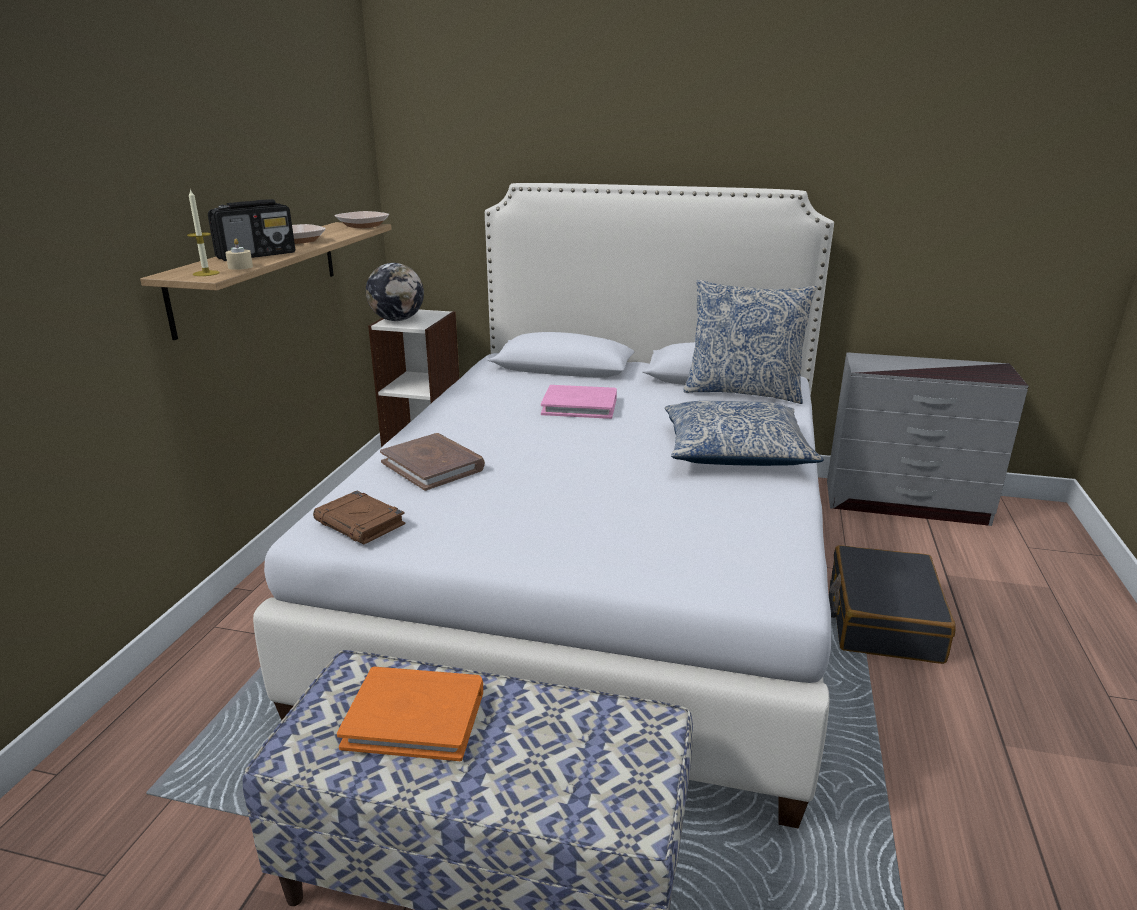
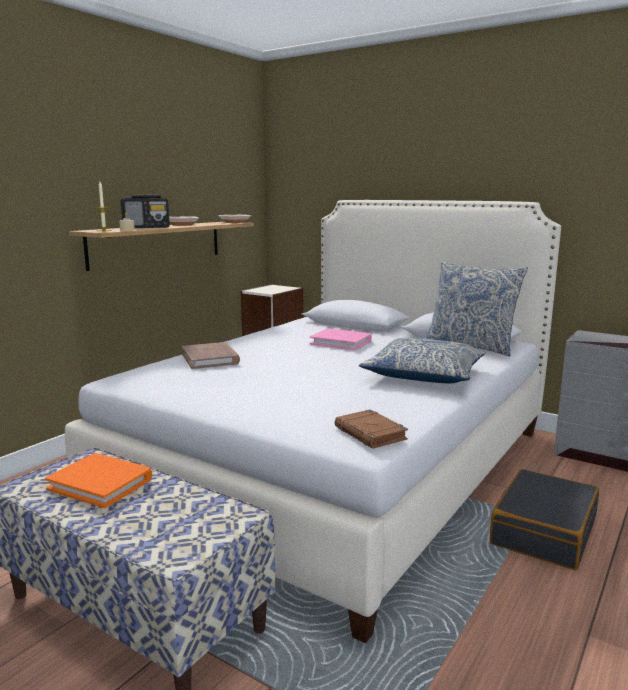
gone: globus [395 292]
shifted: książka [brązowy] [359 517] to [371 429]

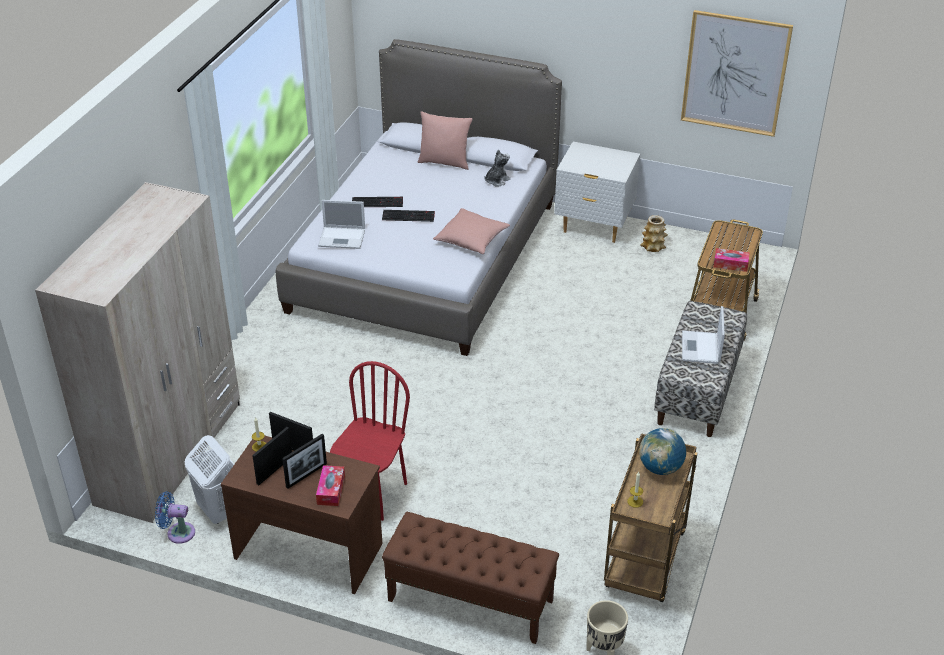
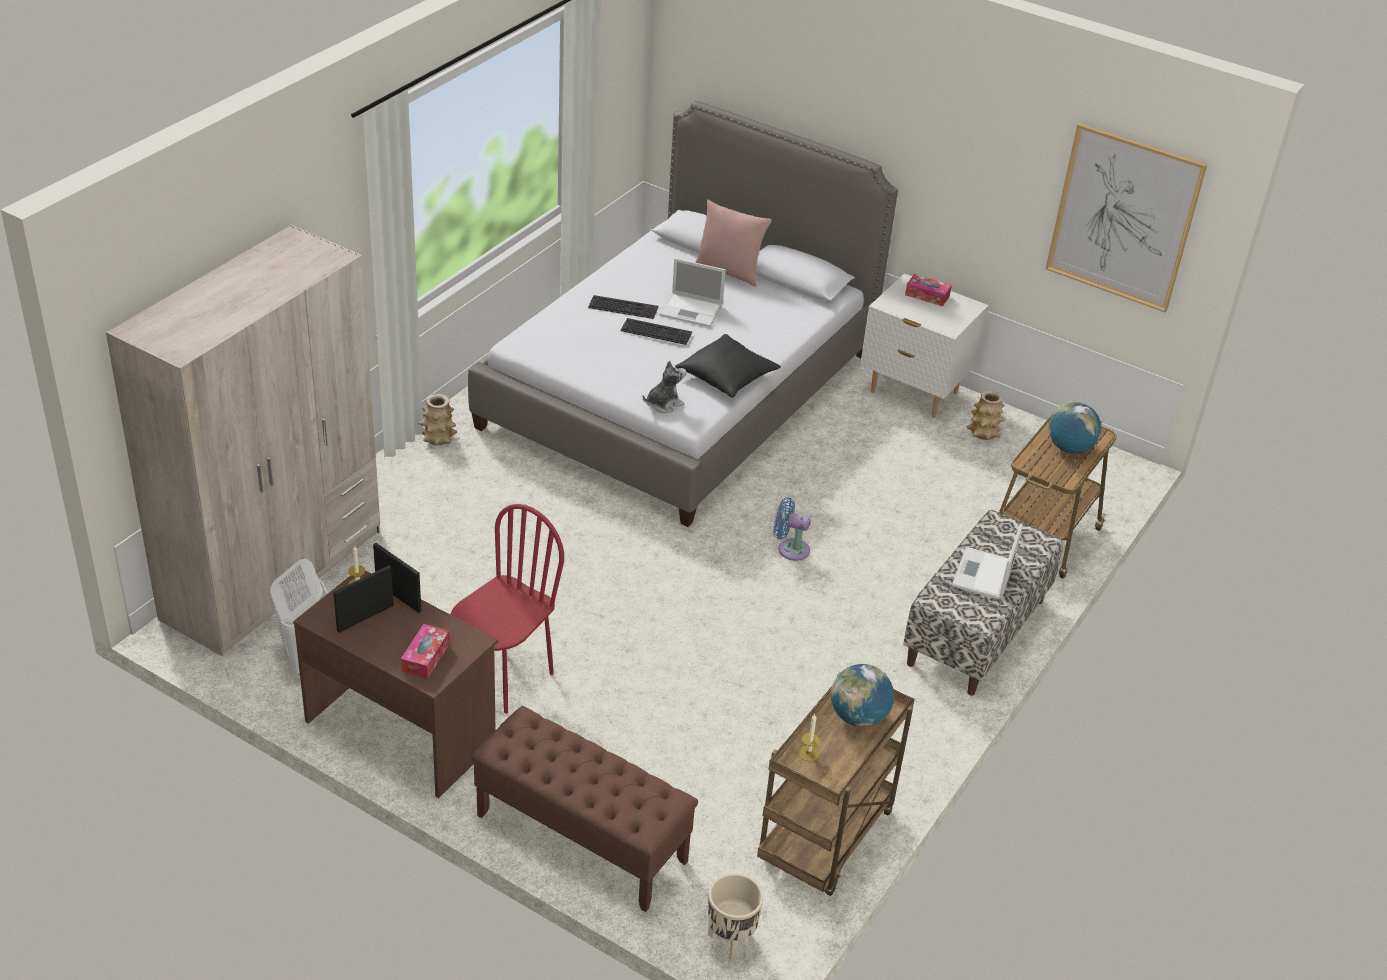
gone: ramka na zdjęcie [304 461]
new: wazon [437 420]; globus [1075 428]
shifted: pluszak [497 168] to [664 386]; laptop [341 224] to [692 292]; pudełko chusteczek [731 260] to [928 290]; wentylator [niebieski] [175 517] to [792 529]
repainted: poduszka [różowy] [471 231] to poduszka [czarny] [728 366]

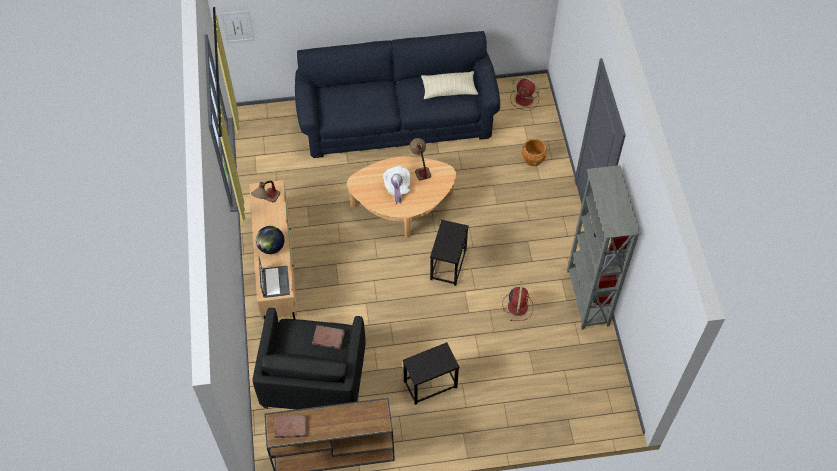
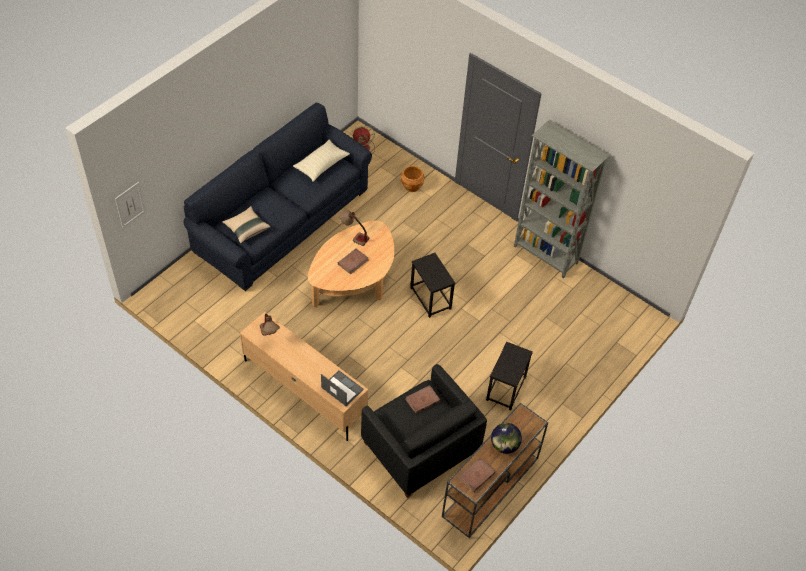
gone: wentylator [czerwony] [517 301]
new: poduszka [beżowy] [246 224]
shifted: globus [270 240] to [506 438]
swapped: kapelusz [biały] [396 184] to książka [brązowy] [353 261]

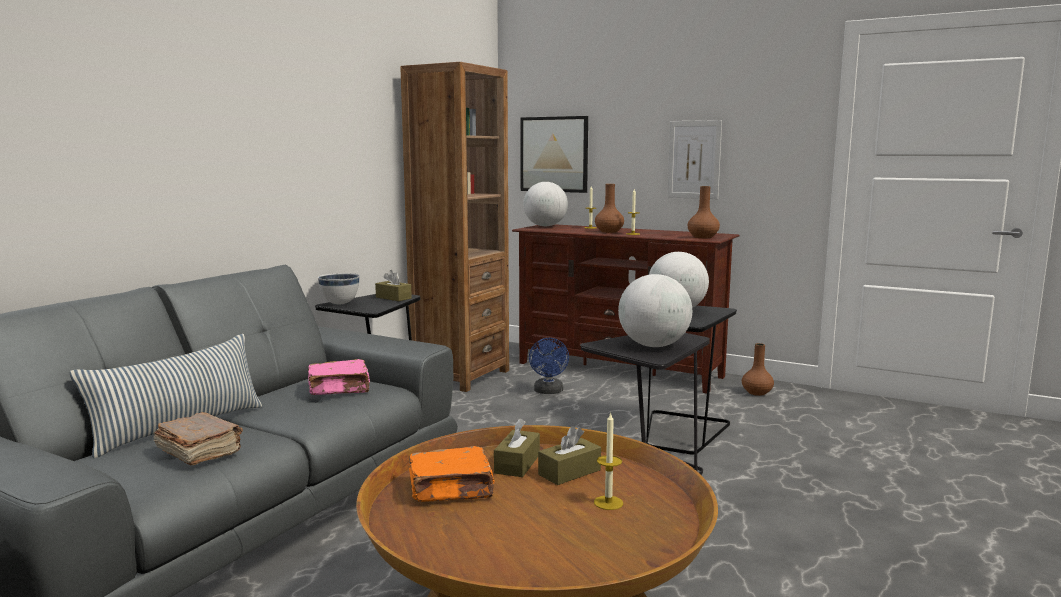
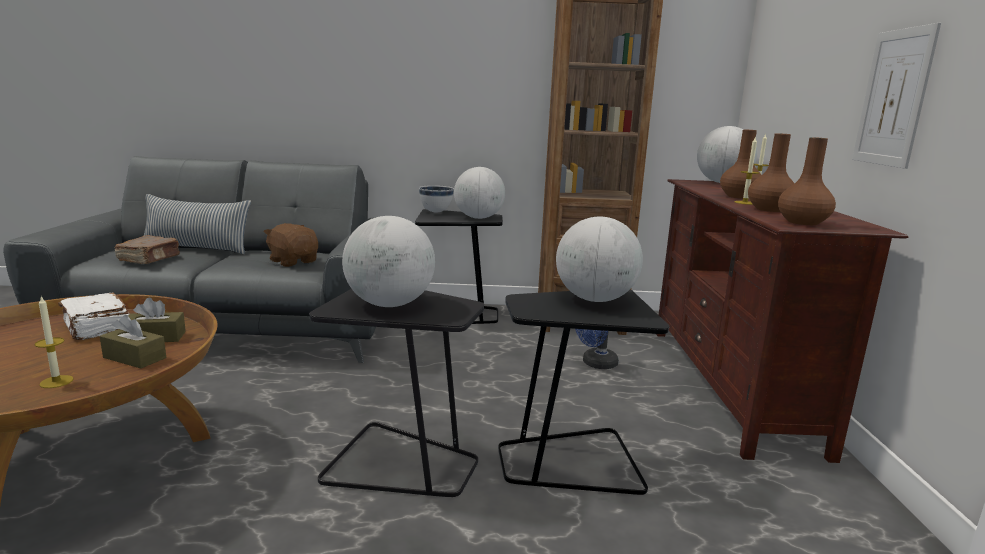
gone: obraz [554 154]
shifted: wazon [brązowy] [758 369] to [771 172]
swapped: pudełko chusteczek [brązowy] [393 285] to globus [479 193]; książka [różowy] [339 377] to pluszak [brązowy] [290 245]
repainted: książka [pomarańczowy] [452 474] to książka [biały] [93 316]

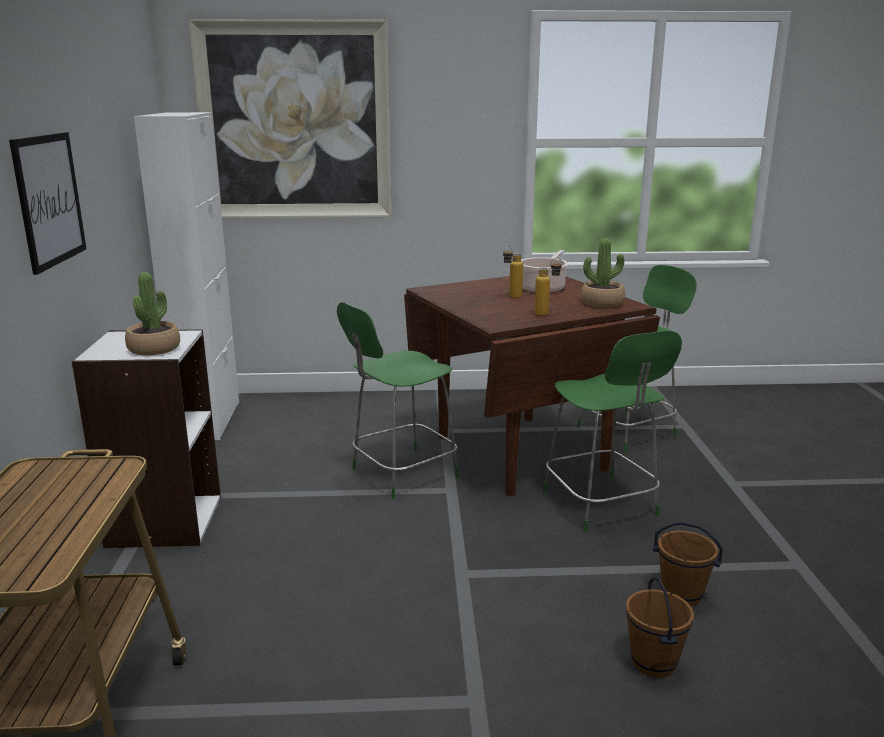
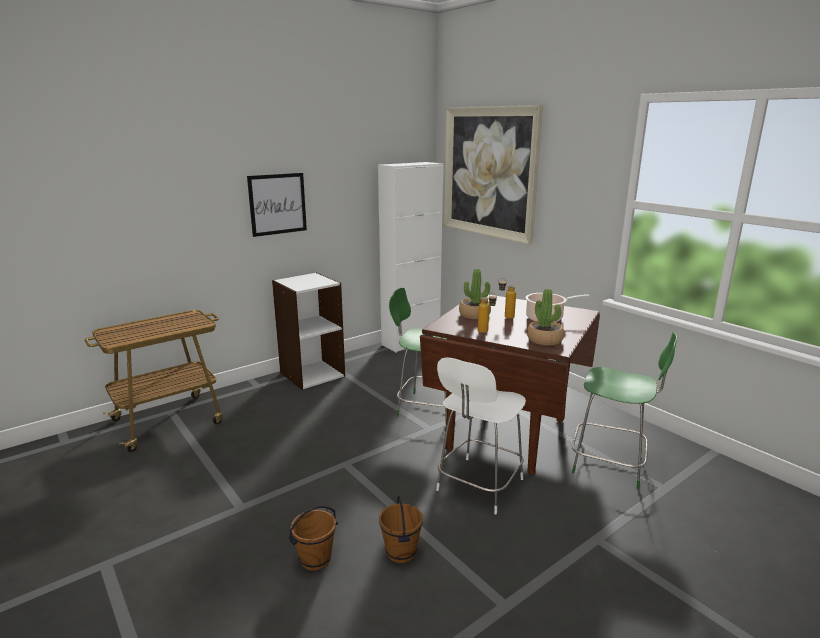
shifted: roślina doniczkowa [152 313] to [475 294]
repainted: krzesło [zielony] [612 431] to krzesło [biały] [481 436]

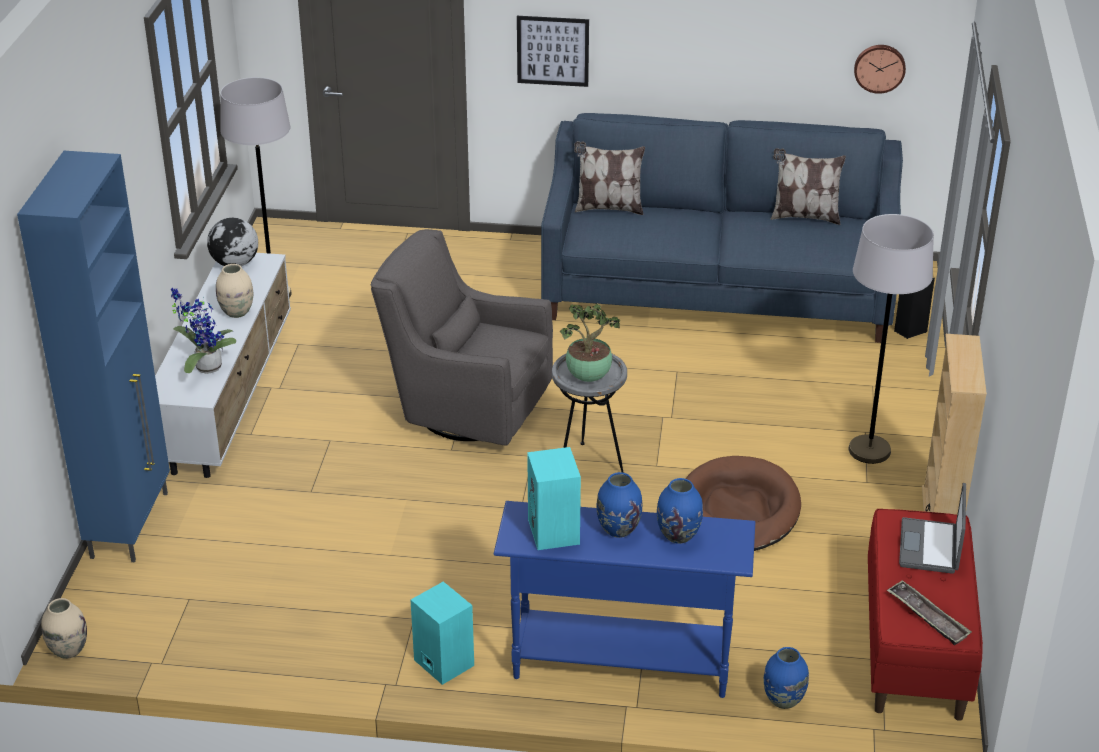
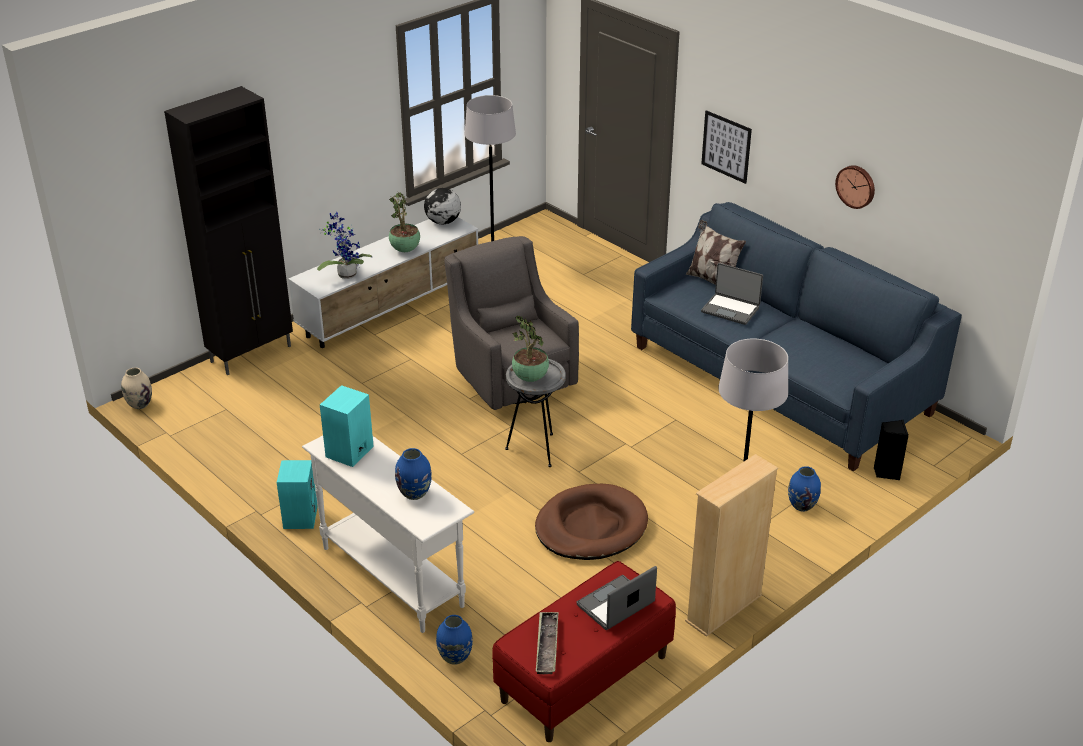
gone: poduszka [808 186]
new: laptop [732 294]
shifted: zegar ścienny [880 69] to [855 187]; wazon [niebieski] [619 505] to [804 489]
swapped: wazon [beżowy] [234 291] to roślina doniczkowa [404 221]
repainted: szafka [niebieski] [93 356] to szafka [czarny] [228 230]; stolik konsolowy [niebieski] [624 599] to stolik konsolowy [biały] [388 534]

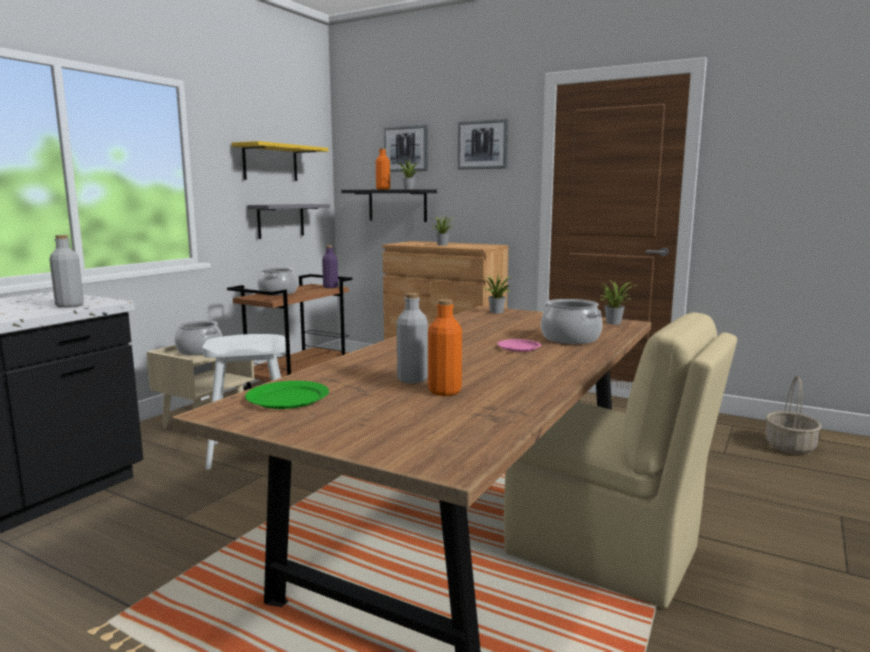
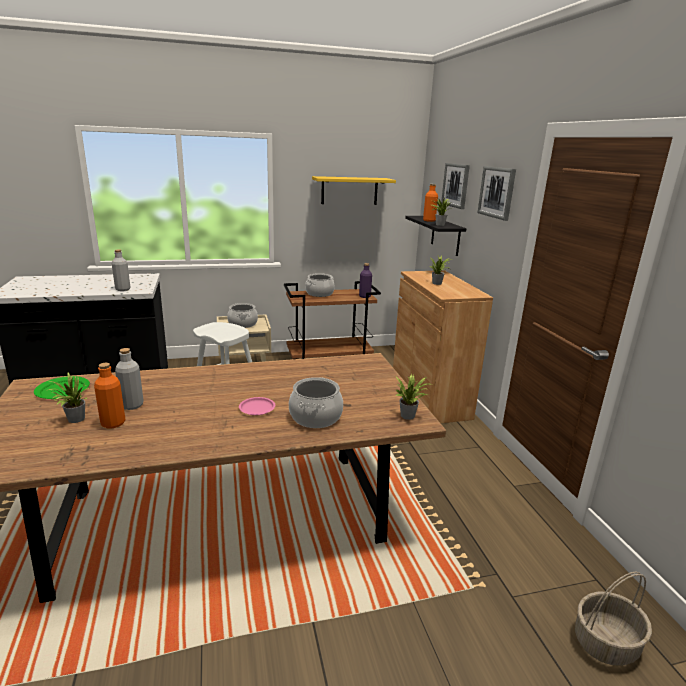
gone: półka [szary] [288 221]; krzesło [beżowy] [620 460]
shifted: roślina doniczkowa [494 293] to [69 397]

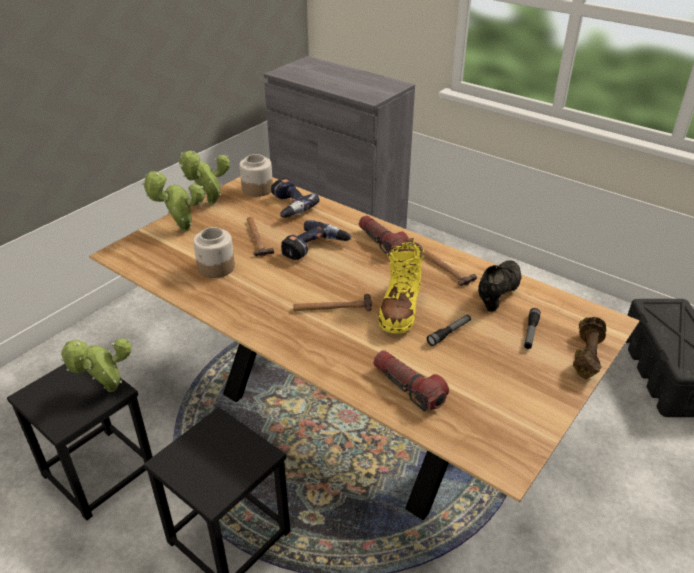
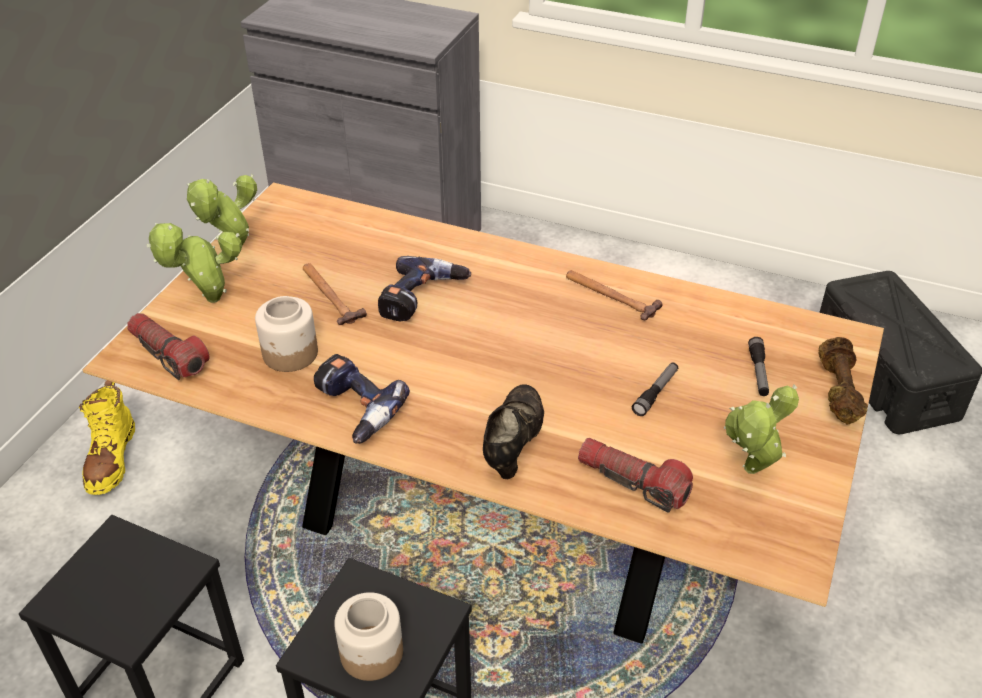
gone: młotek [332 302]
shifted: słoik [256 175] to [368 636]; wiertarka [295 198] to [362 399]; latarka [383 235] to [168 346]; but z cholewką [żółty] [401 286] to [107 437]; but [czarny] [500 286] to [513 432]; roślina doniczkowa [96 365] to [761 429]

